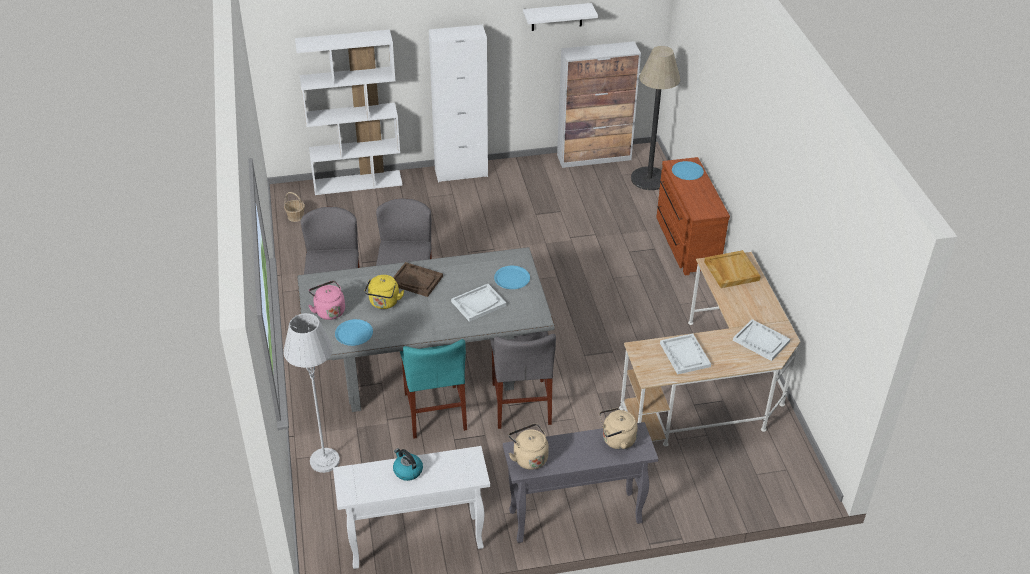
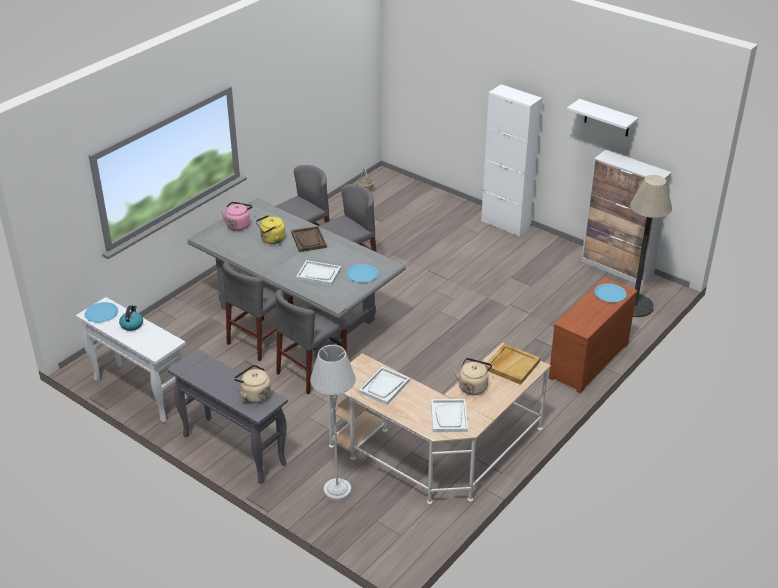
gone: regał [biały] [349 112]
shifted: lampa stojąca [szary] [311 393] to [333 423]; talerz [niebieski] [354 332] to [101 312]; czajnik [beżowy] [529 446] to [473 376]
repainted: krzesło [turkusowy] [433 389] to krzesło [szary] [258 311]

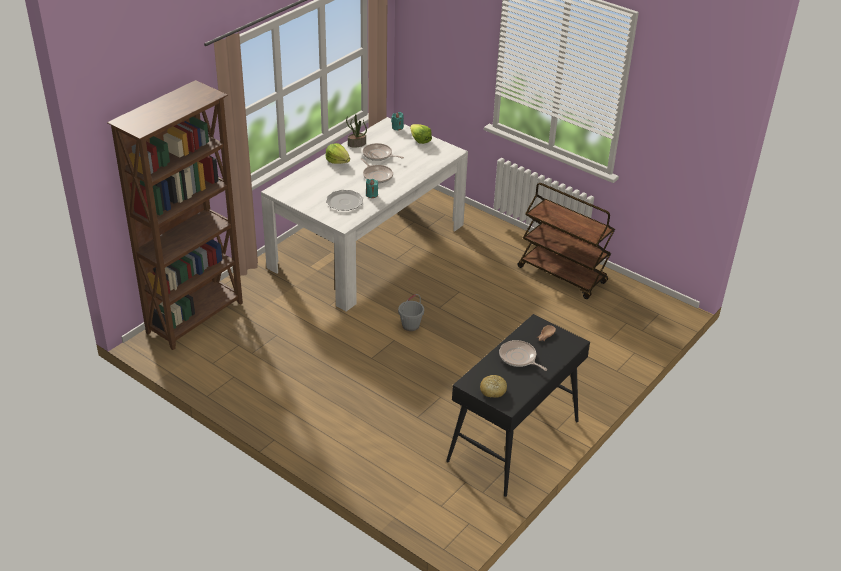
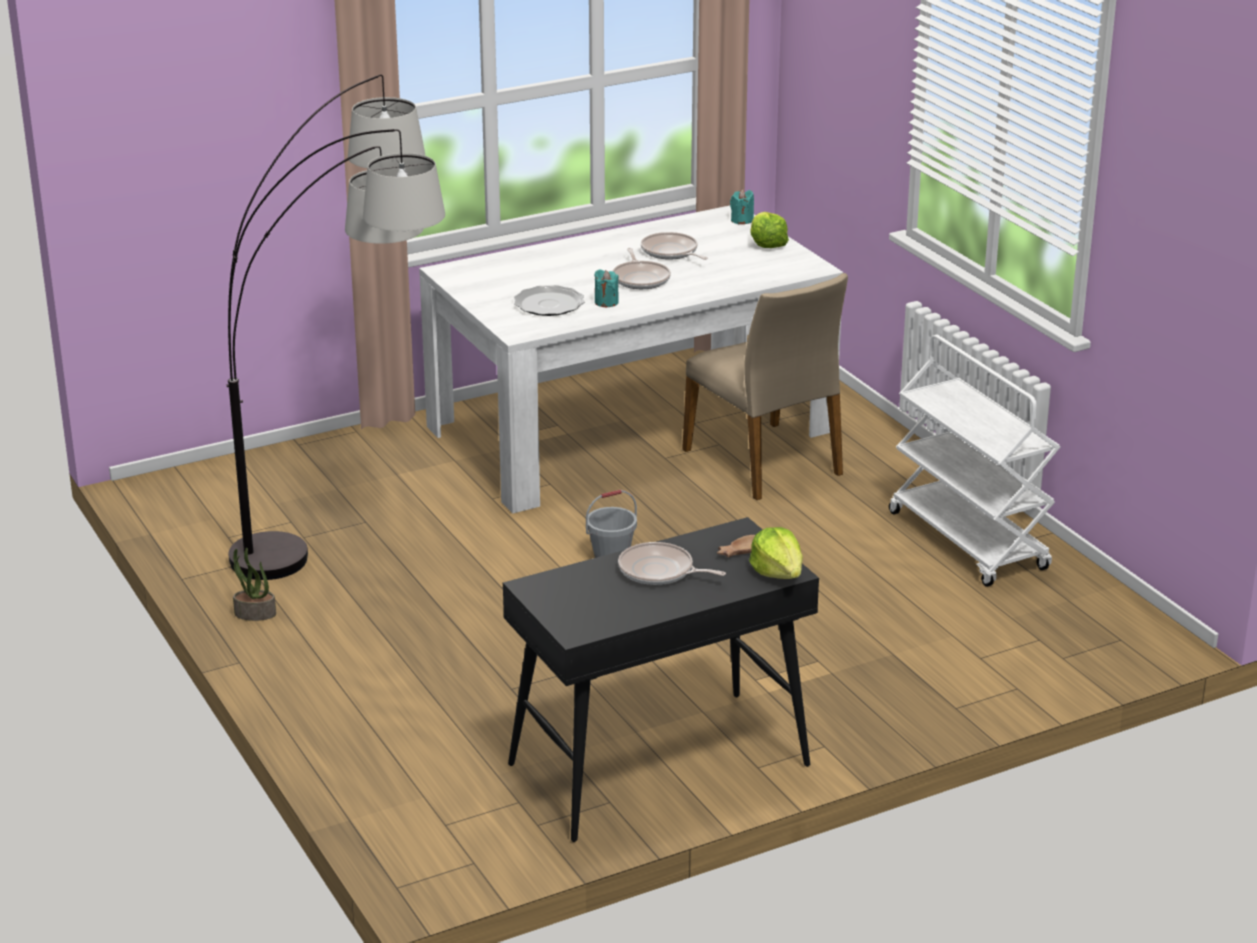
gone: regał [brązowy] [175 215]; chleb [493 386]
new: lampa stojąca [336 327]; krzesło [beżowy] [765 386]
shifted: roślina doniczkowa [356 131] to [254 584]; sałata [337 153] to [776 553]
repainted: wózek [brązowy] [566 241] to wózek [biały] [974 461]
rotated: patelnia [523 355] = [672 563] 45 degrees counterclockwise

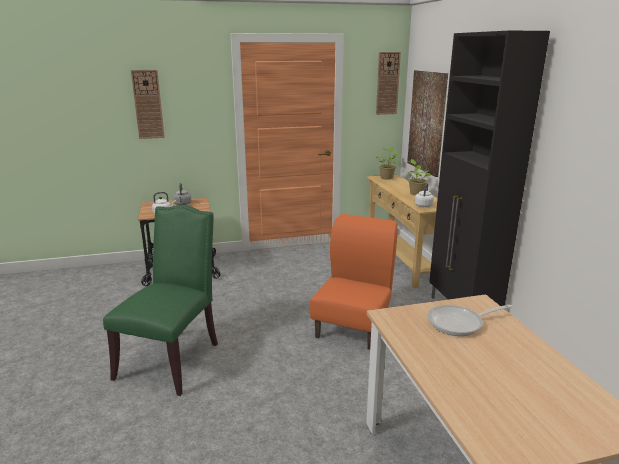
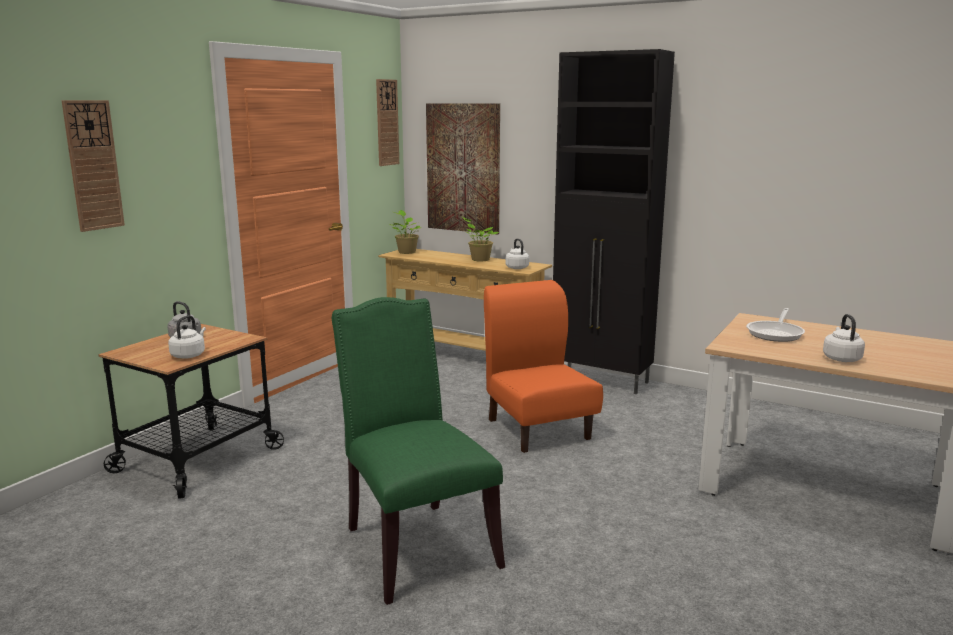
new: czajnik [biały] [844 338]

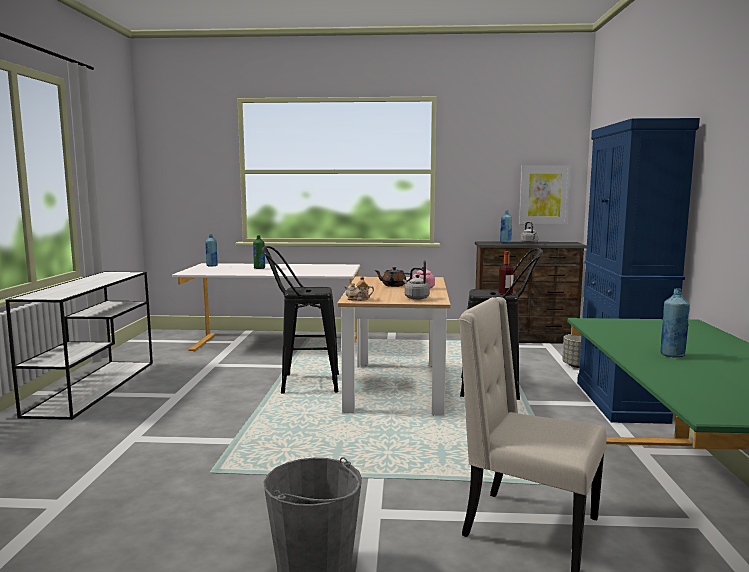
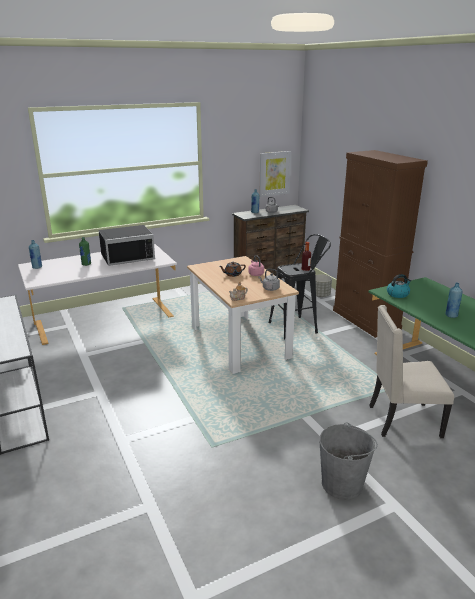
gone: stołek [czarny] [300 320]
new: mikrofalówka [czarny] [126 245]; czajnik [399 286]
repainted: szafka [niebieski] [638 271] to szafka [brązowy] [380 244]

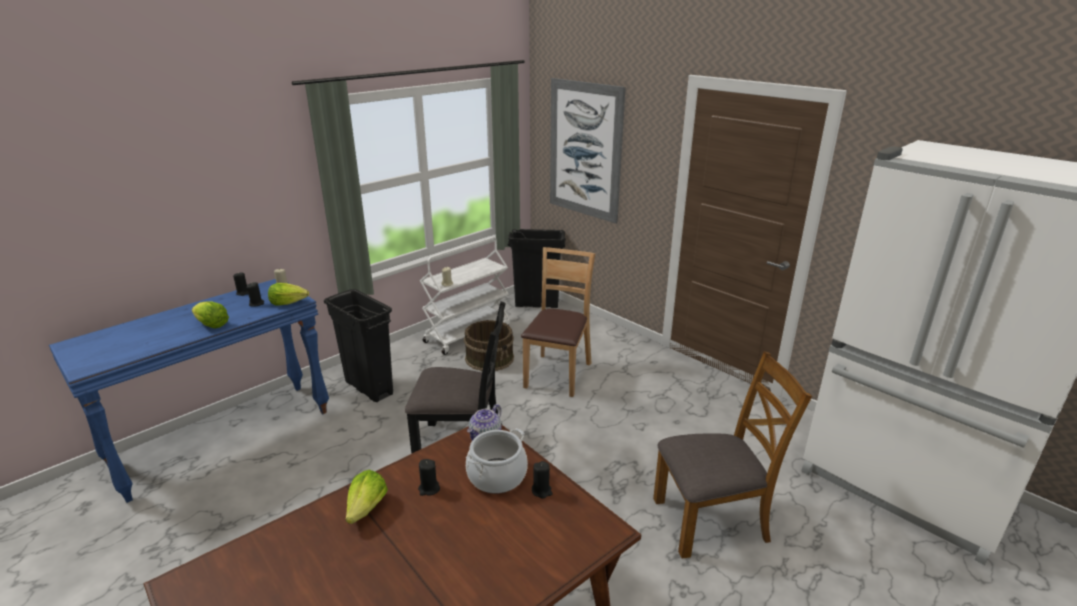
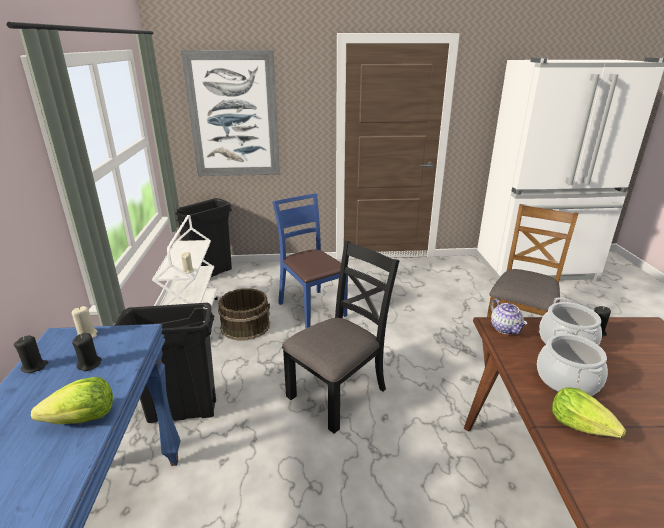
gone: sałata [288 294]
swapped: świeca [czarny] [429 477] to garnek [572 362]
repainted: krzesło [brązowy] [558 322] to krzesło [niebieski] [310 260]

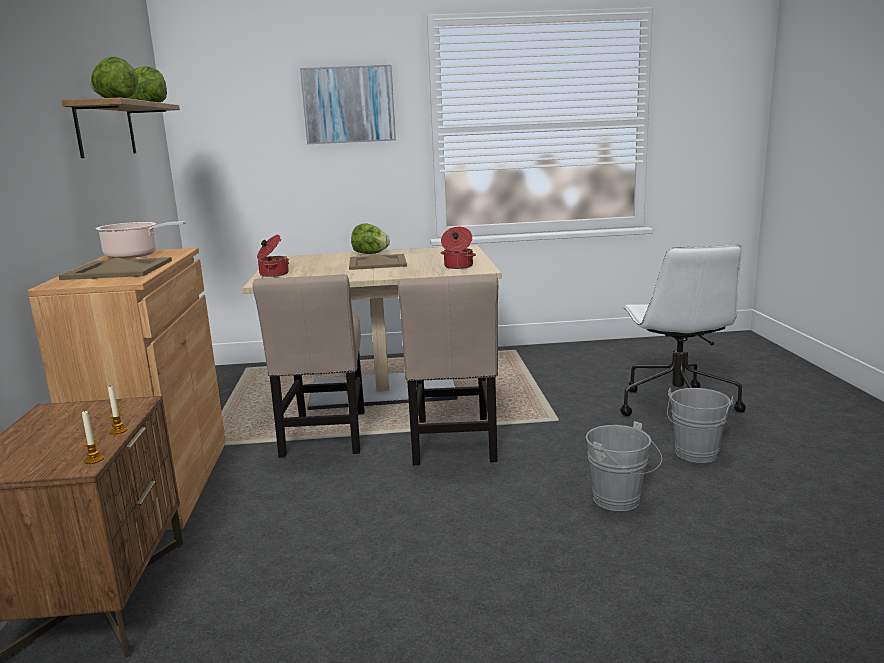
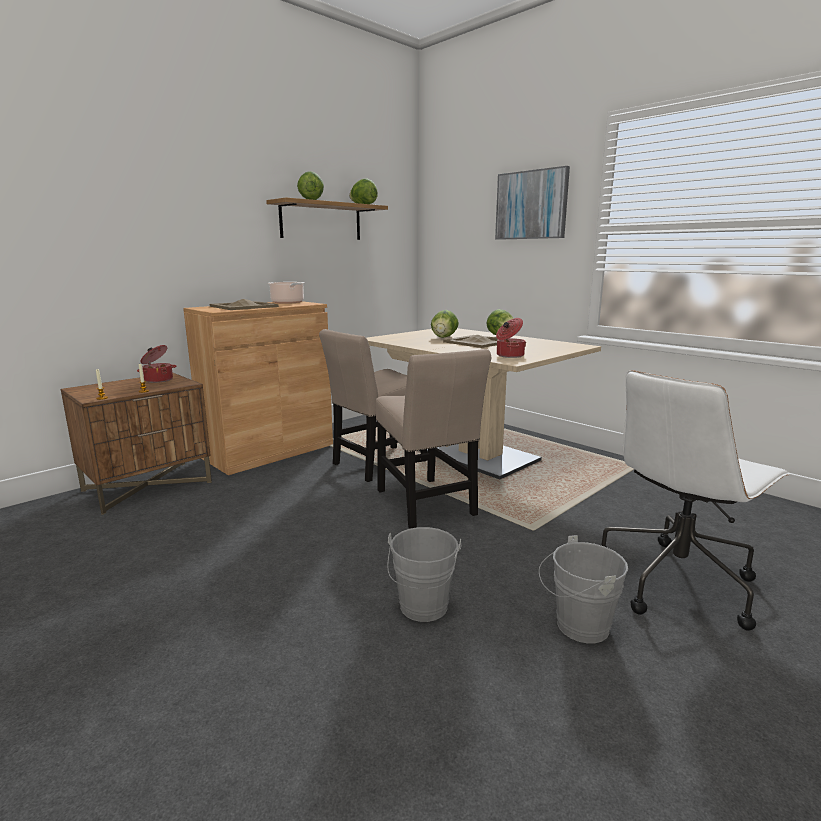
new: sałata [445 324]
shifted: garnek [273 256] to [157 364]
rotated: krzesło [beżowy] [448 370] = [434 438] 75 degrees counterclockwise

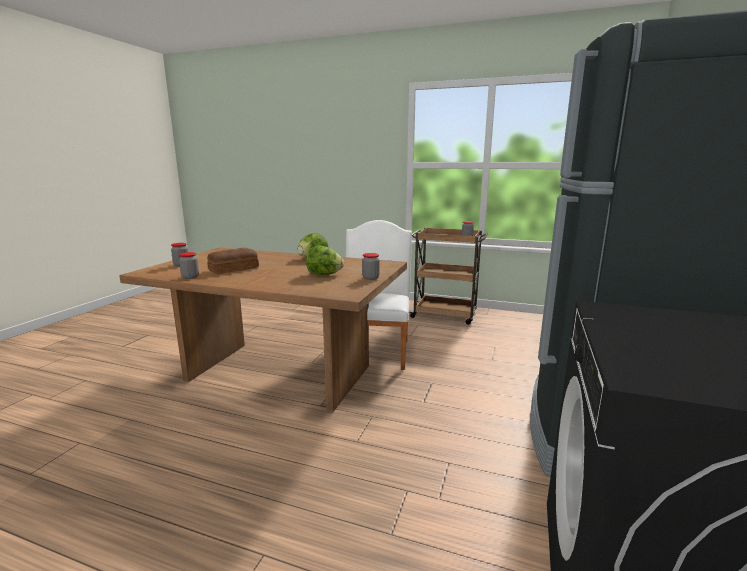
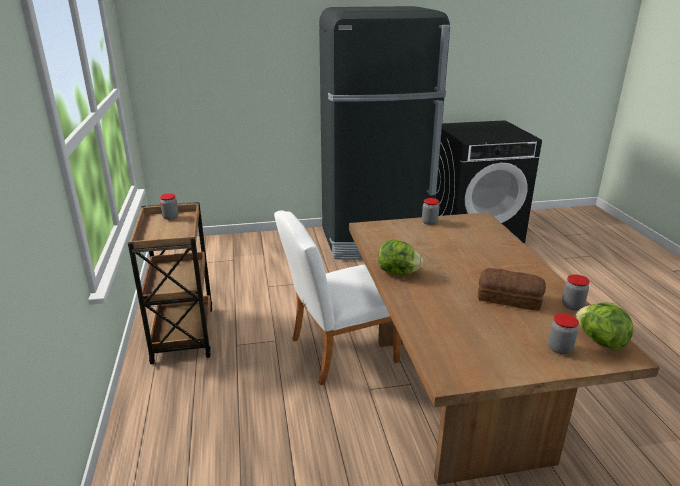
shifted: sałata [325 260] to [605 326]

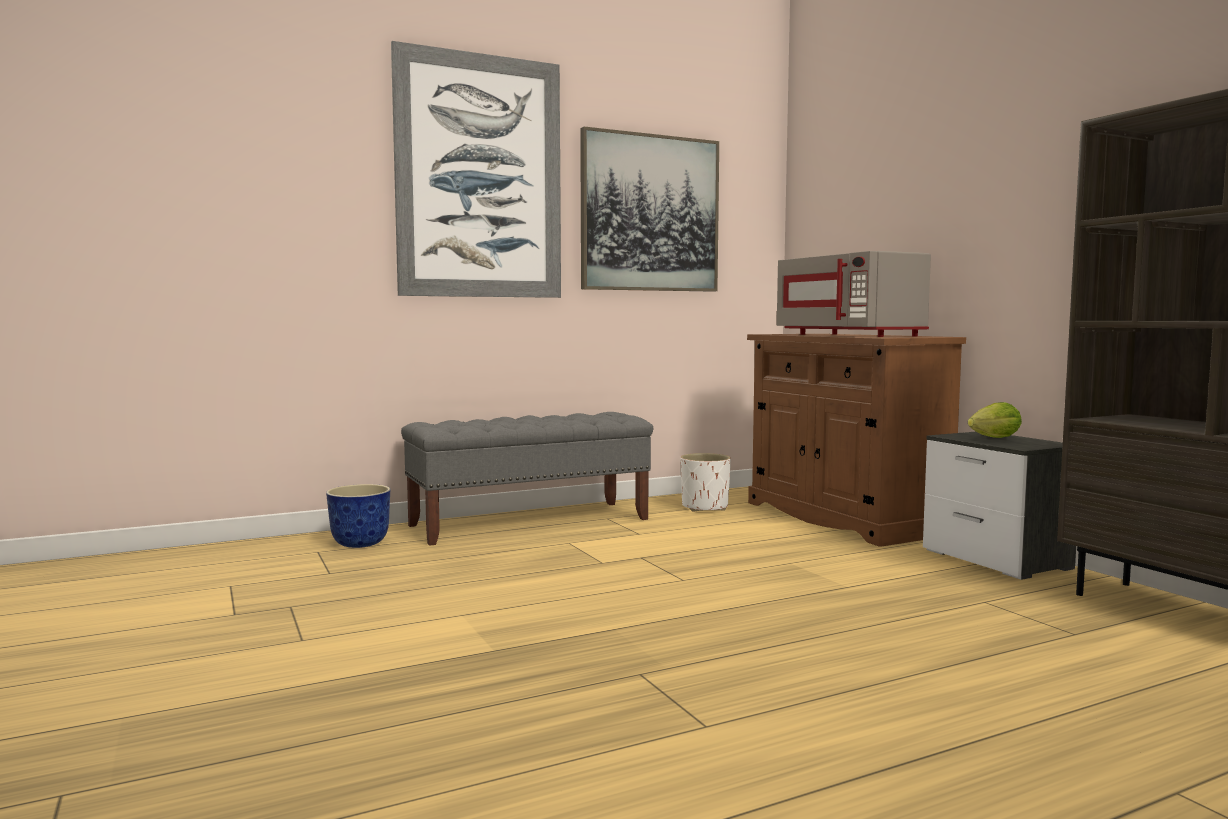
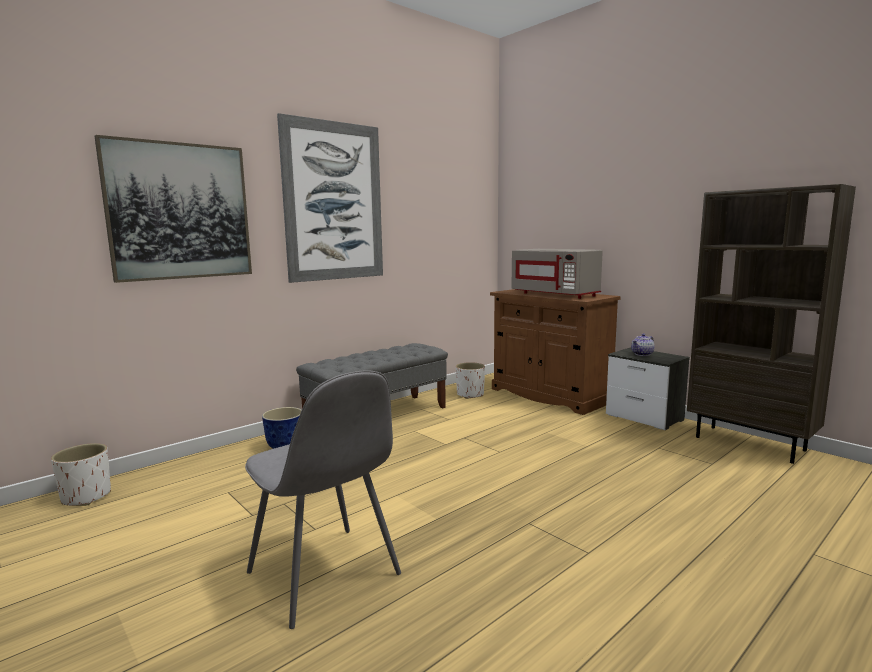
new: krzesło [szary] [323 499]; donica [biały] [81 474]
shifted: obraz [649 209] to [173 209]
swapped: sałata [995 420] to imbryk [643 345]

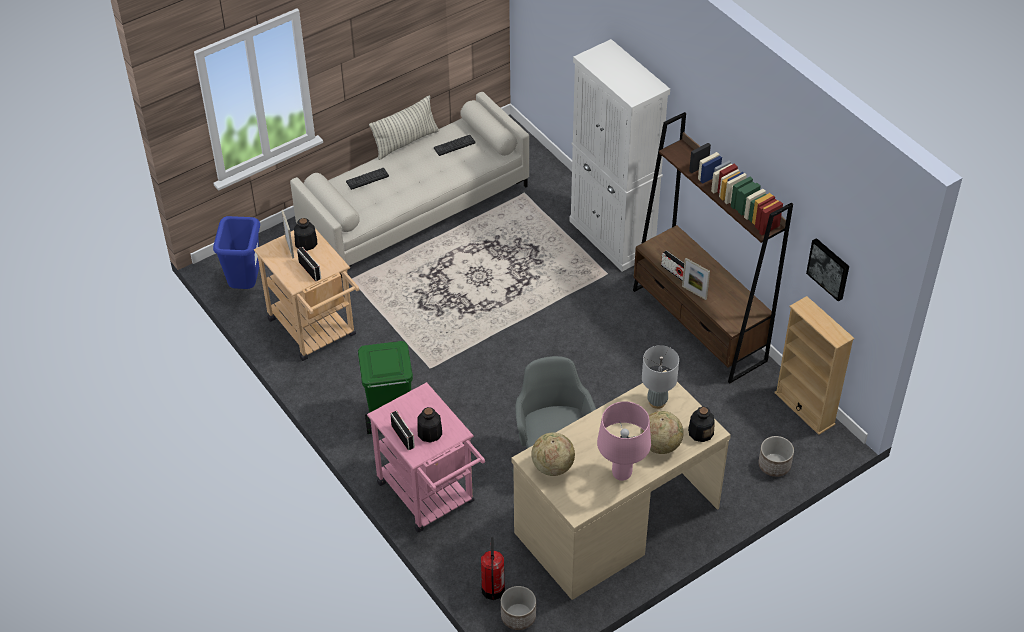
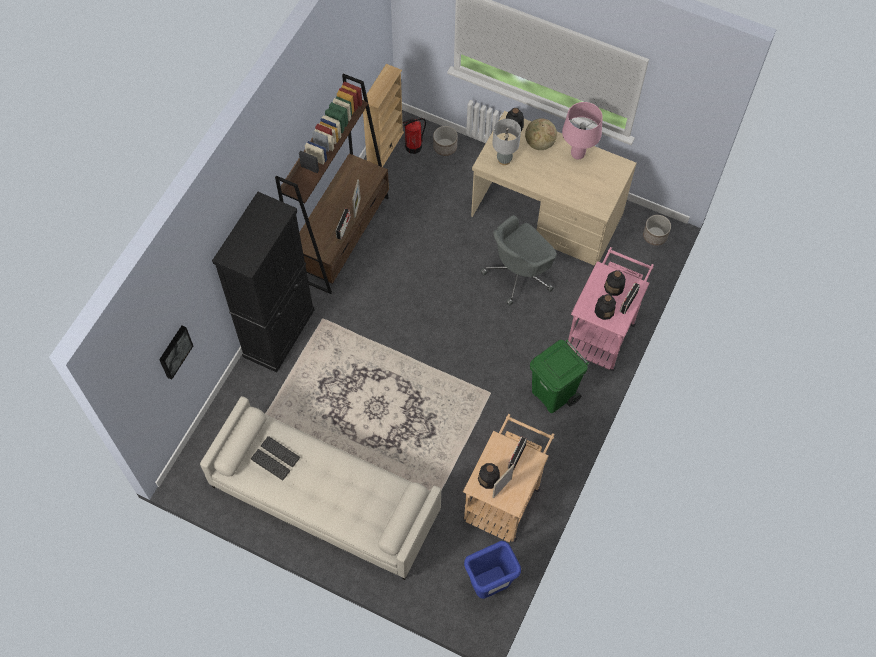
gone: poduszka [404 127]; globus [553 454]
new: butelka [605 307]
shifted: klawiatura [367 179] to [280 451]; obraz [827 270] to [176 352]; gaśnica [493 568] to [414 136]
repainted: szafka [biały] [619 155] to szafka [czarny] [263 282]

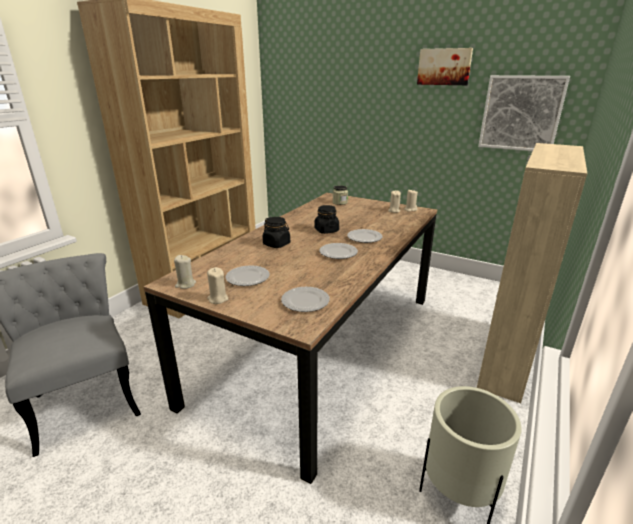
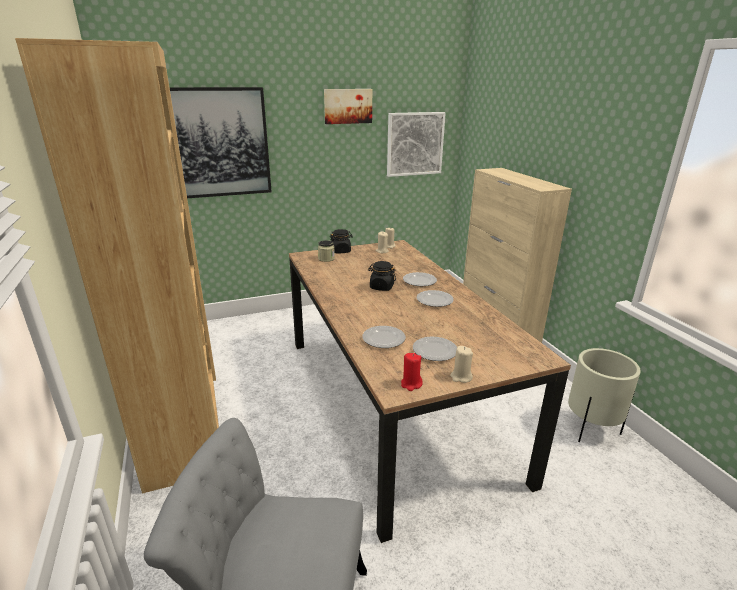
new: obraz [220 142]
shifted: słoik [czarny] [276 232] to [341 241]; talerz [305 299] to [384 337]
repainted: świeca [beżowy] [185 272] to świeca [czerwony] [412 372]

